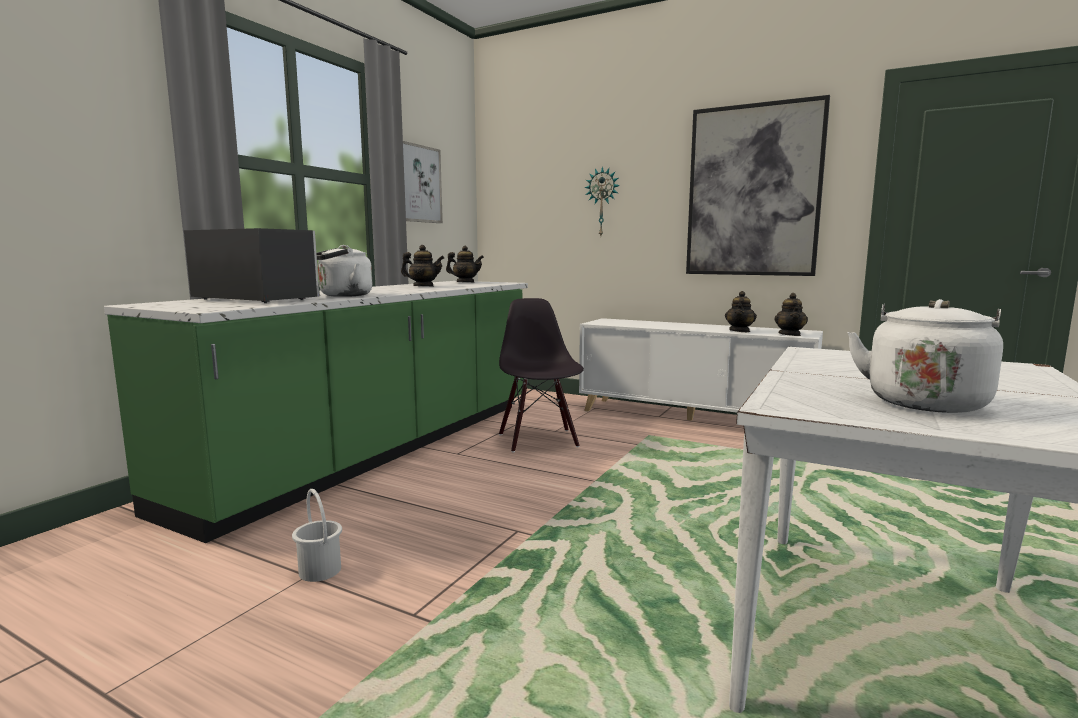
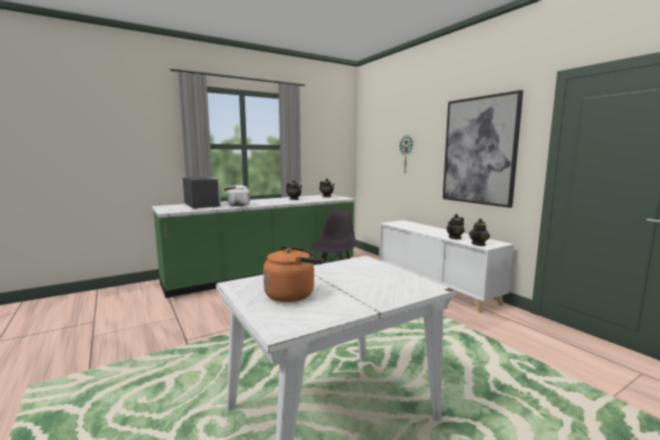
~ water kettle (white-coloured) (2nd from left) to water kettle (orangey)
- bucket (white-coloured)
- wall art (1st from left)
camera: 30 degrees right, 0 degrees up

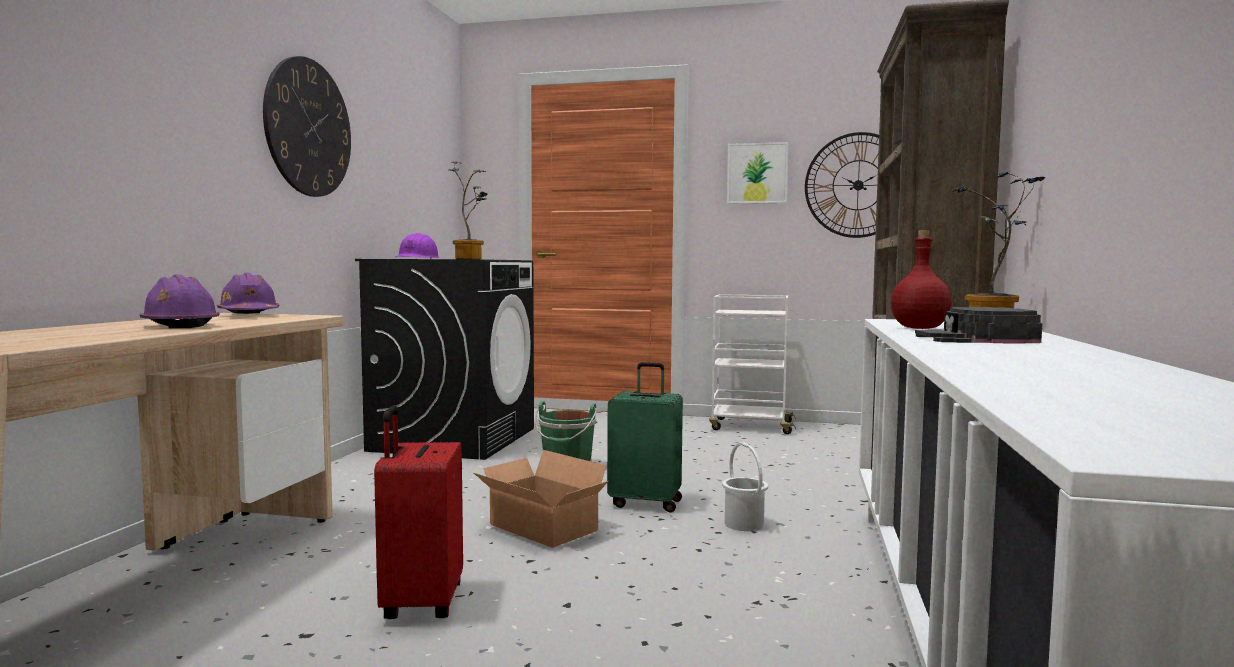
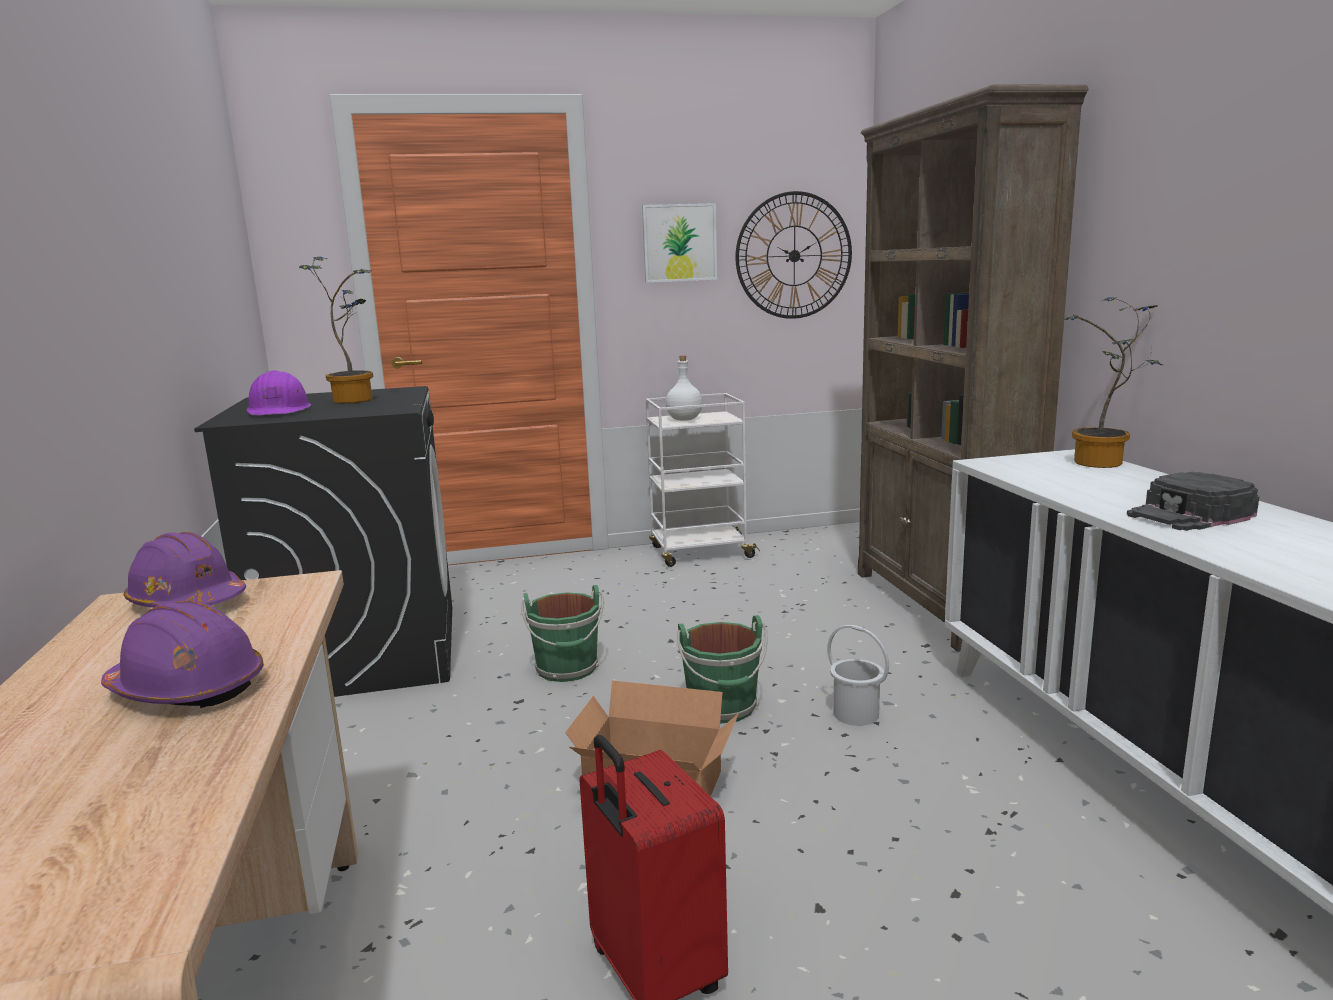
+ beverage bottle (white-coloured)
~ suitcase (greenish) to bucket (greenish) (2nd from left)
- wall clock (1st from left)
- beverage bottle (red)
camera: 25 degrees left, 10 degrees up

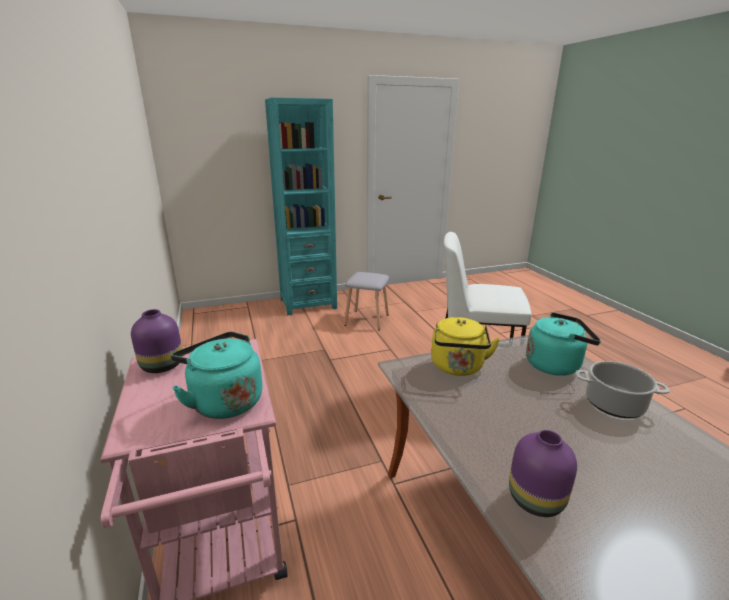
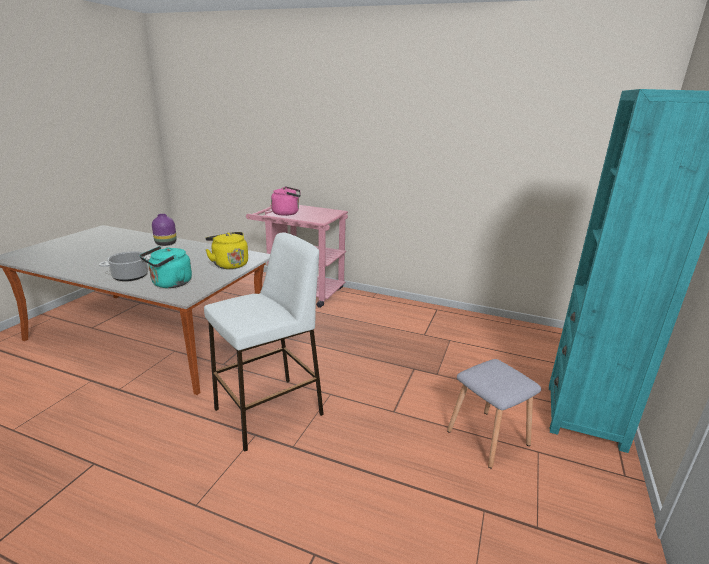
~ water kettle (turquoise) (1st from left) to water kettle (pinkish)
- flower vase (purple-coloured) (1st from left)
camera: 130 degrees right, 0 degrees up

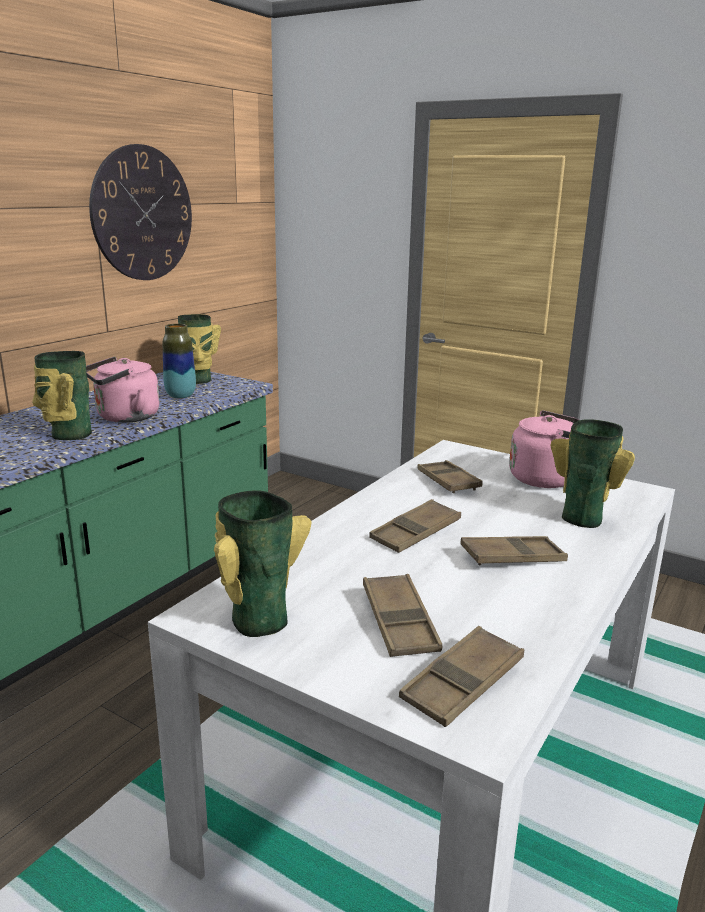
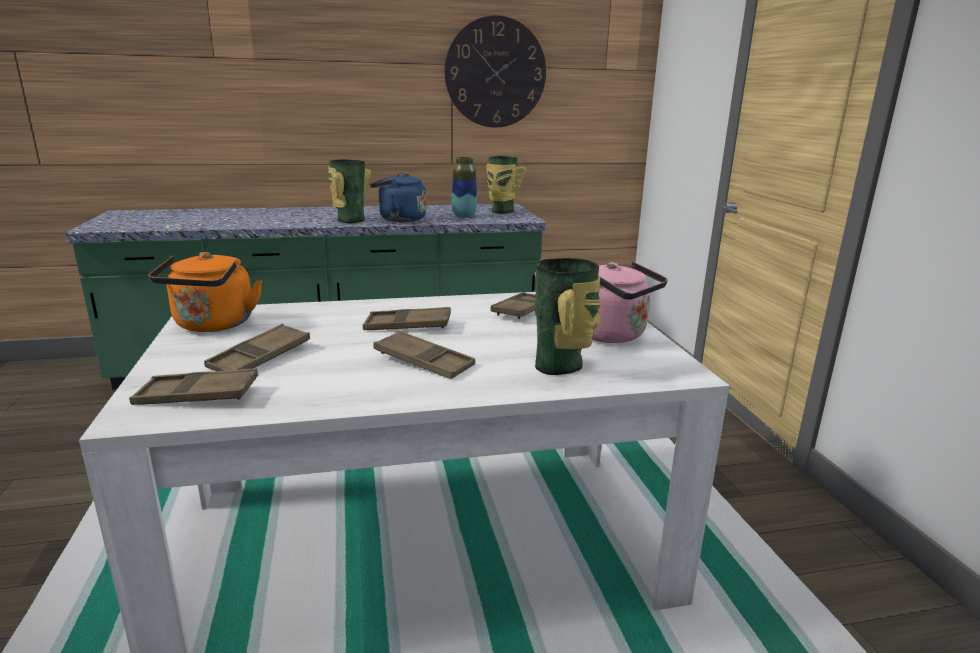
~ flower vase (4th from left) to water kettle (orangey)
~ water kettle (pinkish) (1st from left) to water kettle (bluish)
camera: 45 degrees right, 0 degrees up

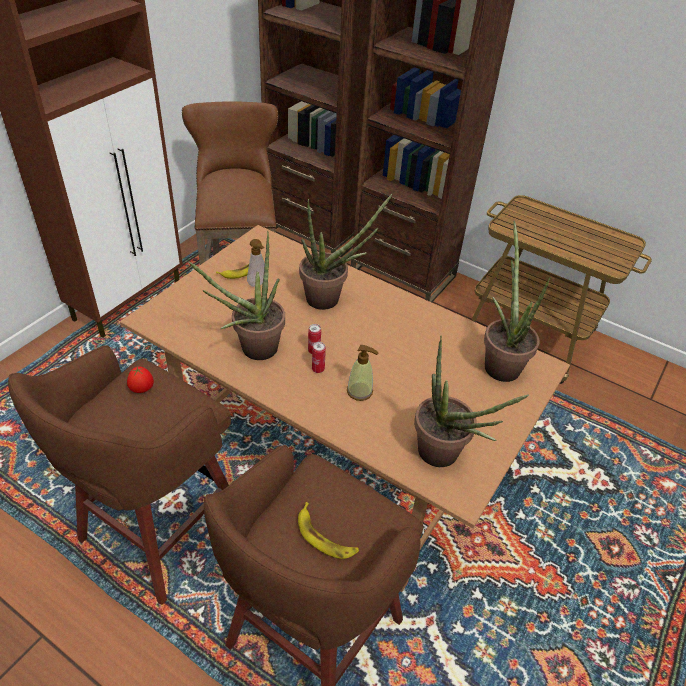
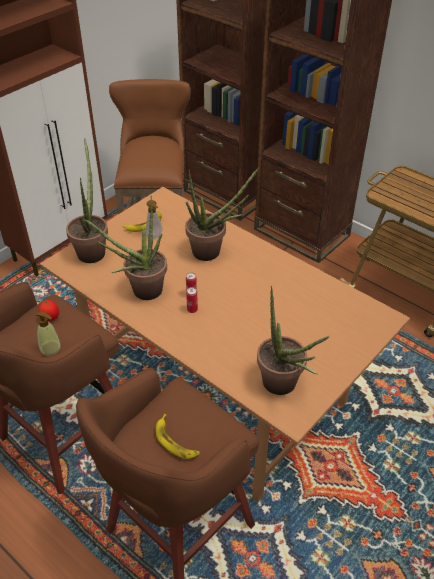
~ liquid soap bottle (2nd from left in the first image) to liquid soap bottle (1st from left)
~ plant in a pot (4th from left in the first image) to plant in a pot (1st from left)
camera: 10 degrees right, 0 degrees up

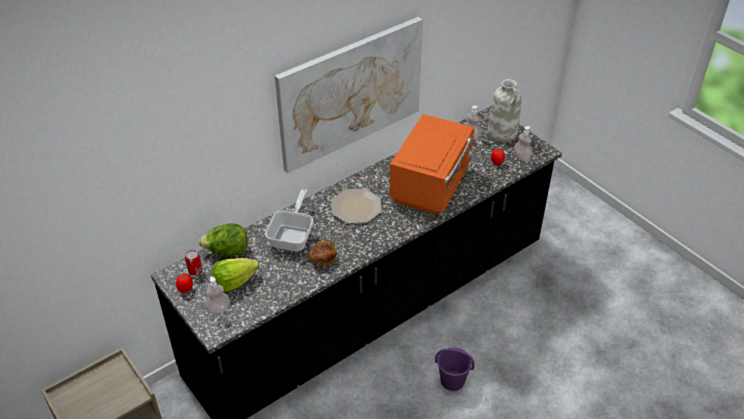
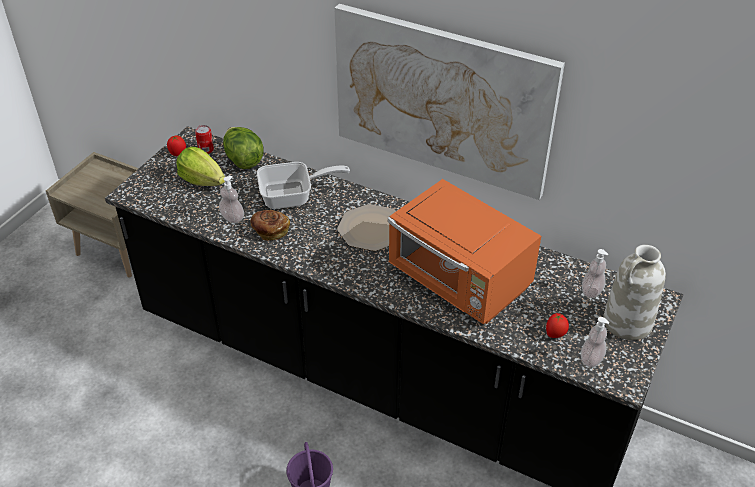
~ liquid soap bottle (1st from left)
~ microwave (orangey) 45 degrees clockwise
camera: 65 degrees right, 0 degrees up

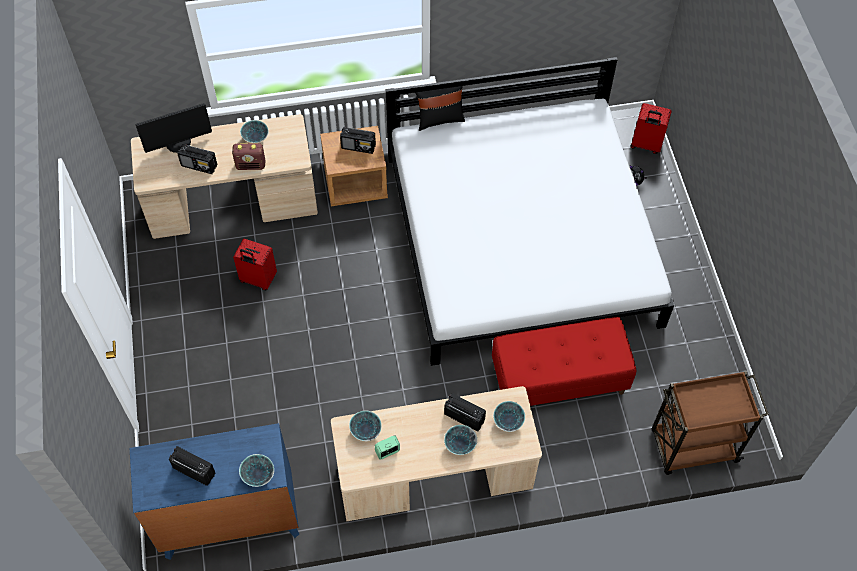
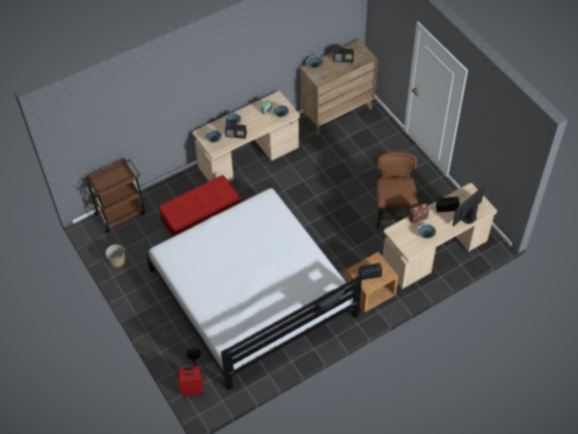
+ planter
~ chest of drawers (bluish) to chest of drawers (brownish)
~ suitcase (red) (1st from left) to sitting stool (brownish)
camera: 160 degrees right, 5 degrees down

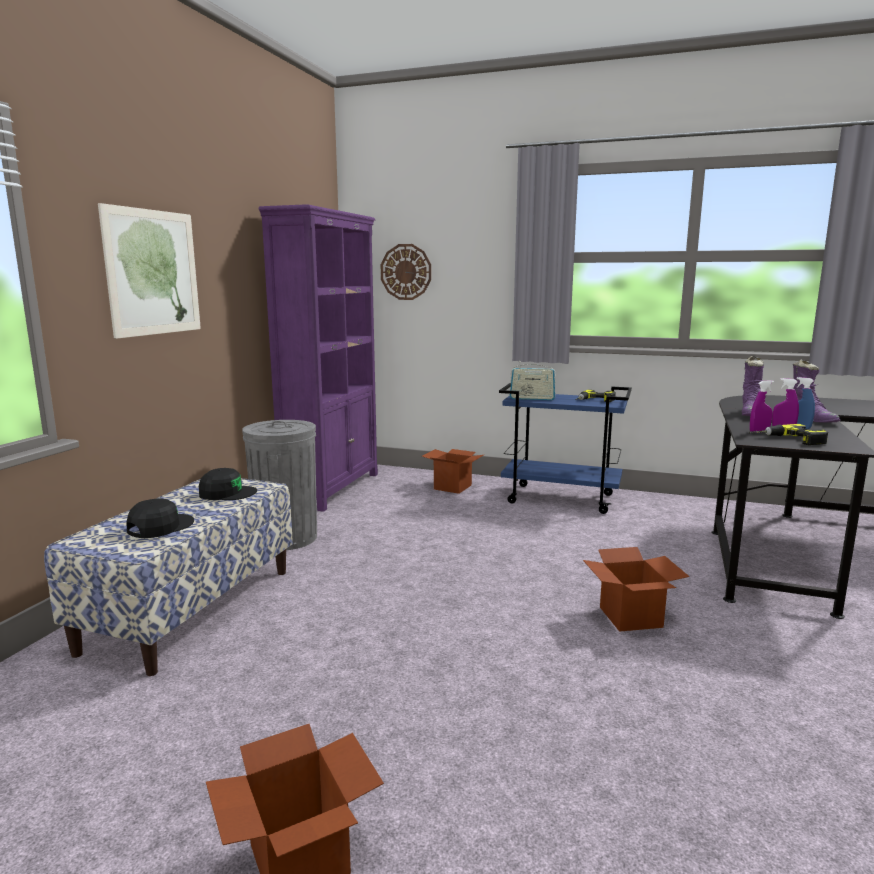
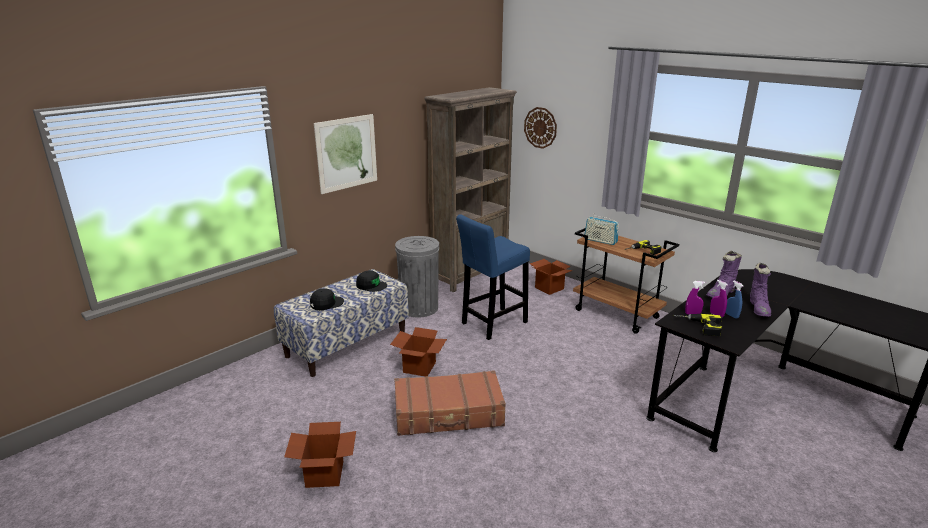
~ carton (3rd from left in the first image) to carton (2nd from left)
+ suitcase (brownish)
~ bookcase (purple-coloured) to bookcase (brownish)
+ sitting stool (bluish)
~ wheeled cart (bluish) to wheeled cart (brownish)
camera: 25 degrees right, 10 degrees up

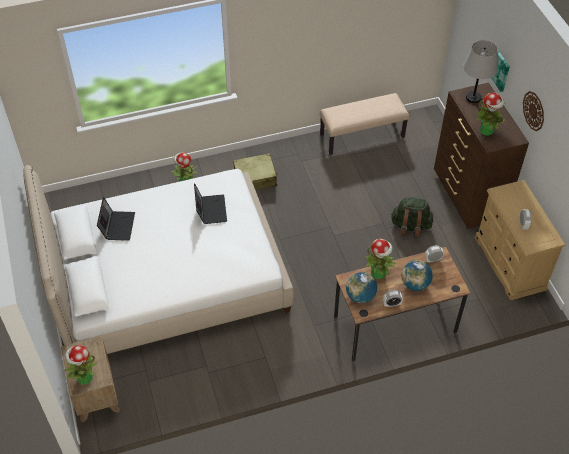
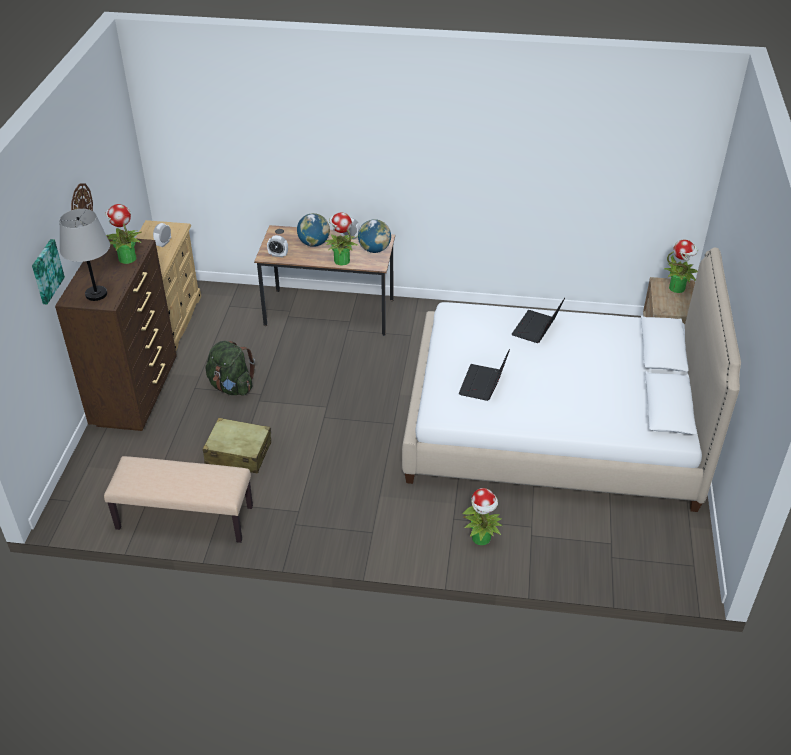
~ suitcase (beige)
~ notebook computer (1st from left in the first image) to notebook computer (2nd from left)
camera: 155 degrees left, 10 degrees down

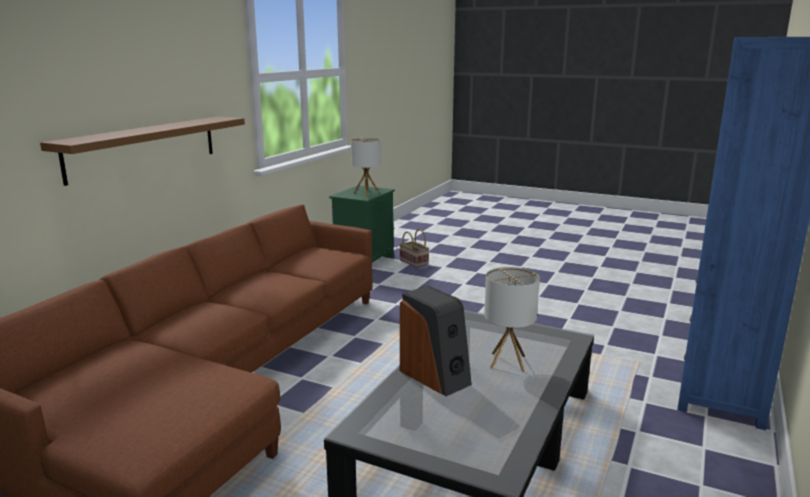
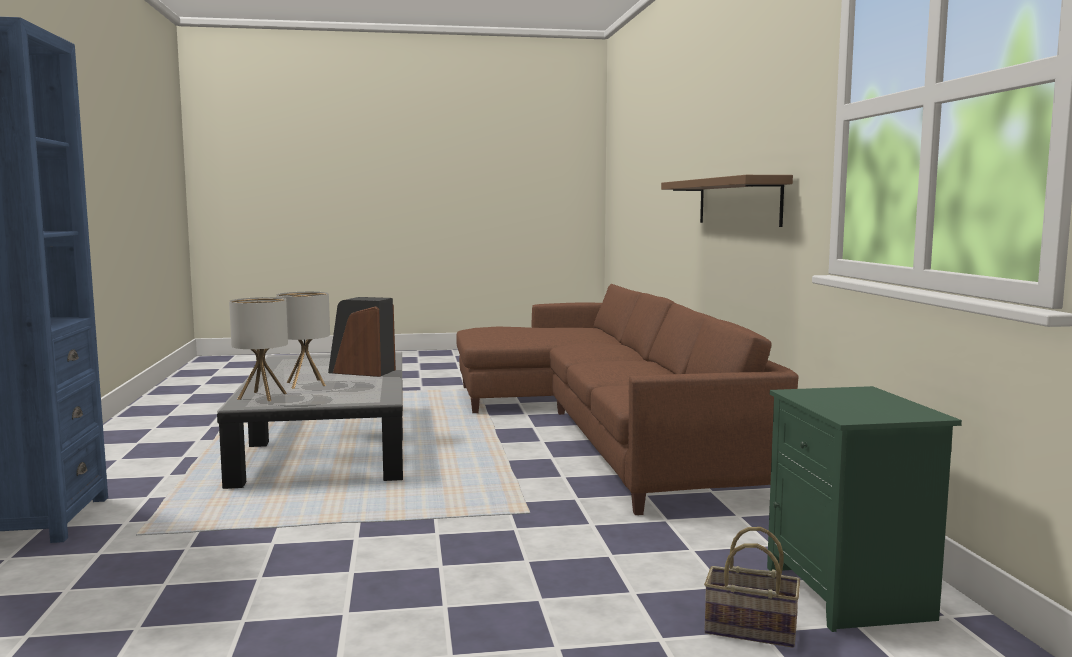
~ tabletop lamp (1st from left)
camera: 145 degrees right, 10 degrees down

